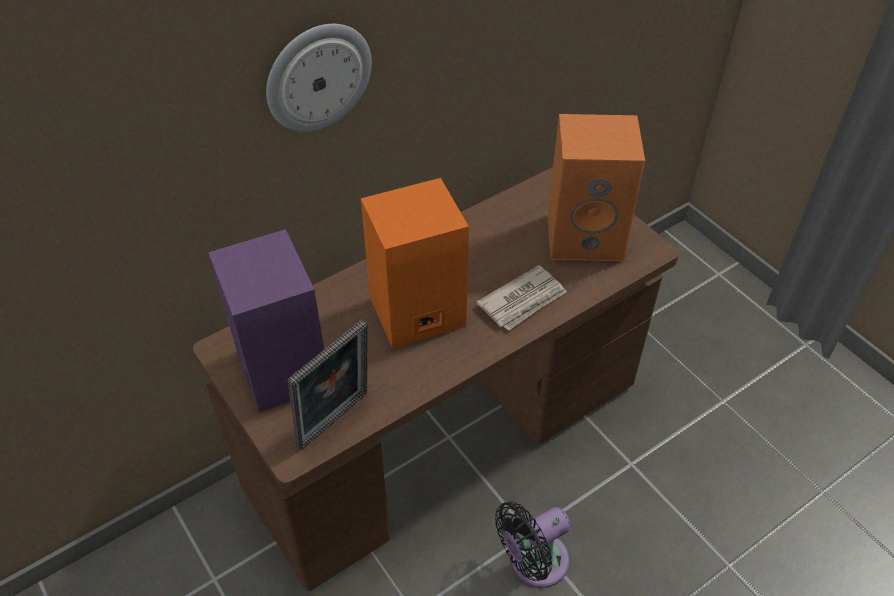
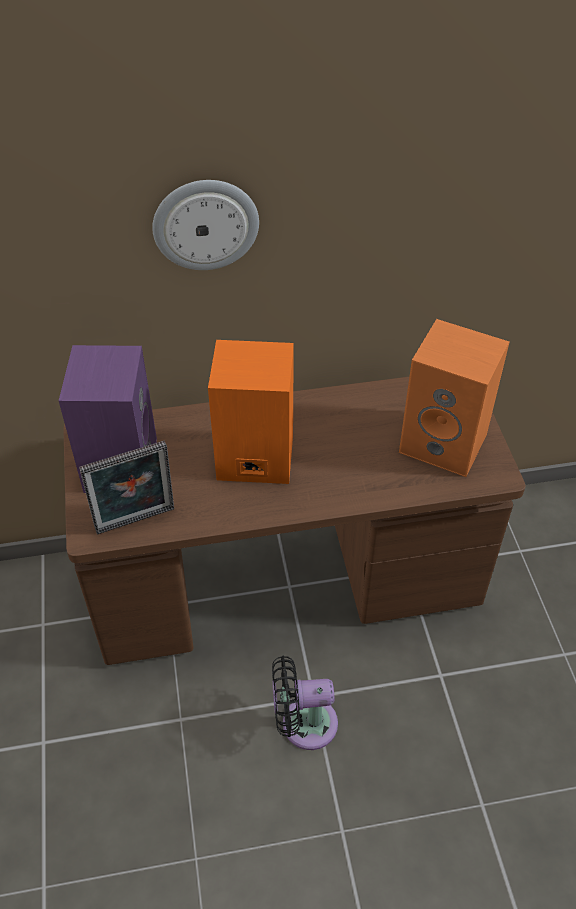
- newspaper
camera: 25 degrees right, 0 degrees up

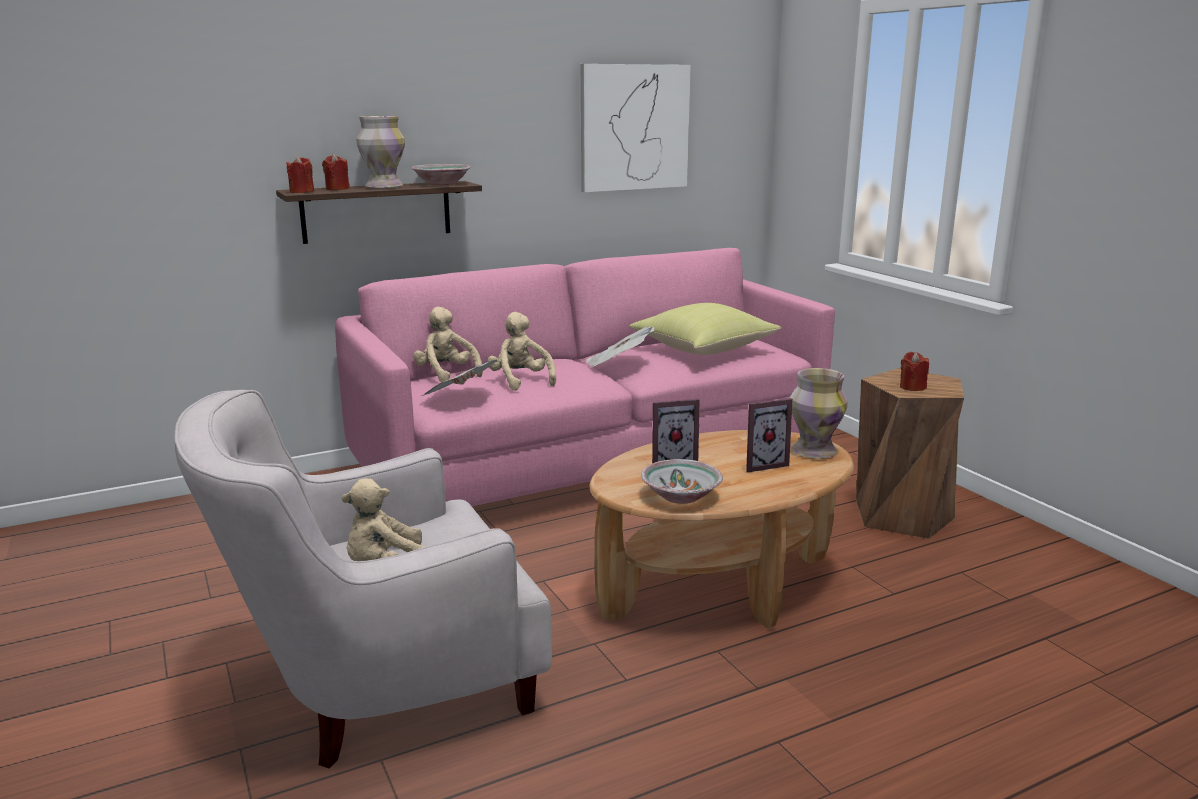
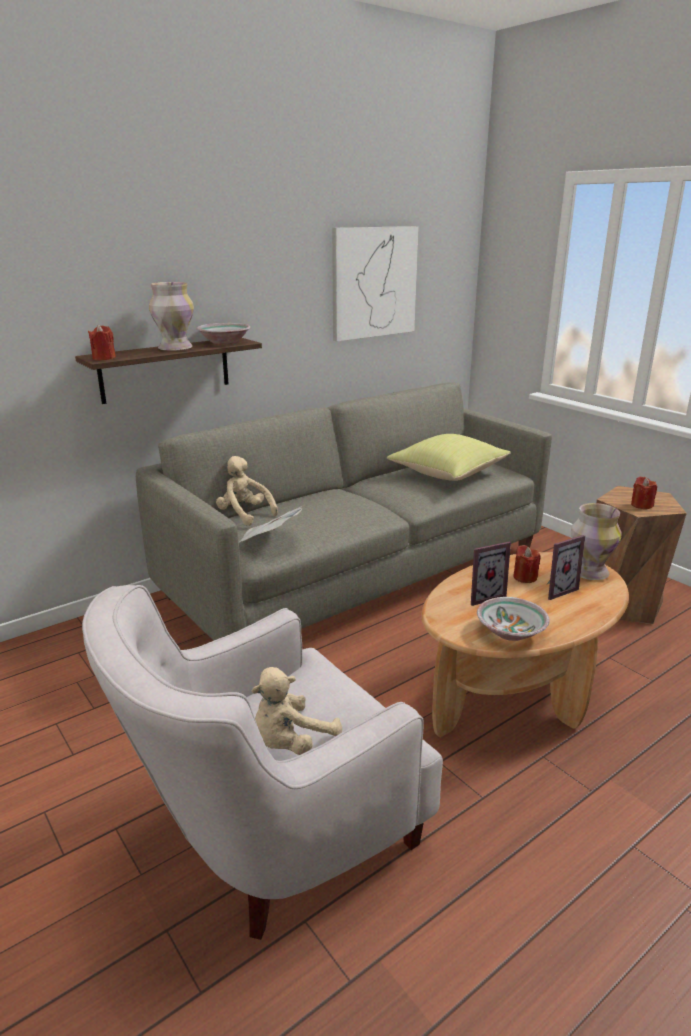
~ settee (pinkish) to settee (greyish)
~ wax light (red) (2nd from left)
- soft toy (beige) (3rd from left)
- newspaper (2nd from left)
camera: 10 degrees left, 5 degrees up

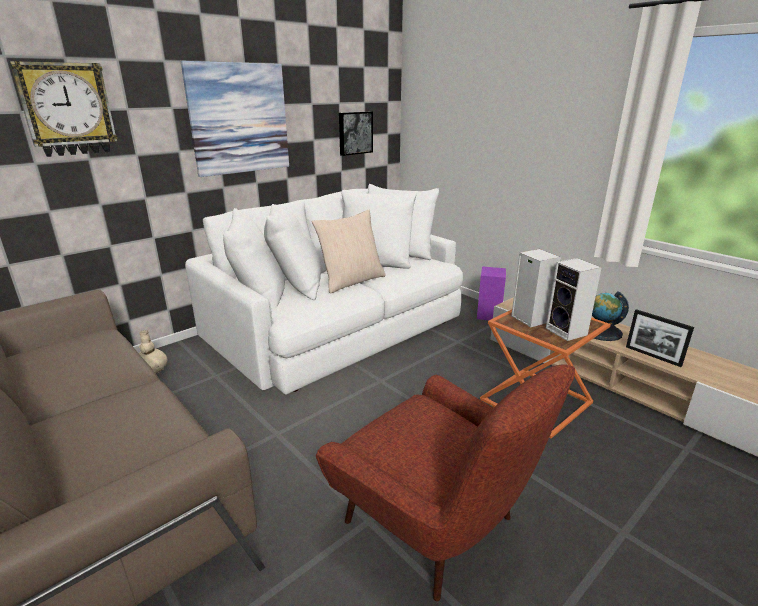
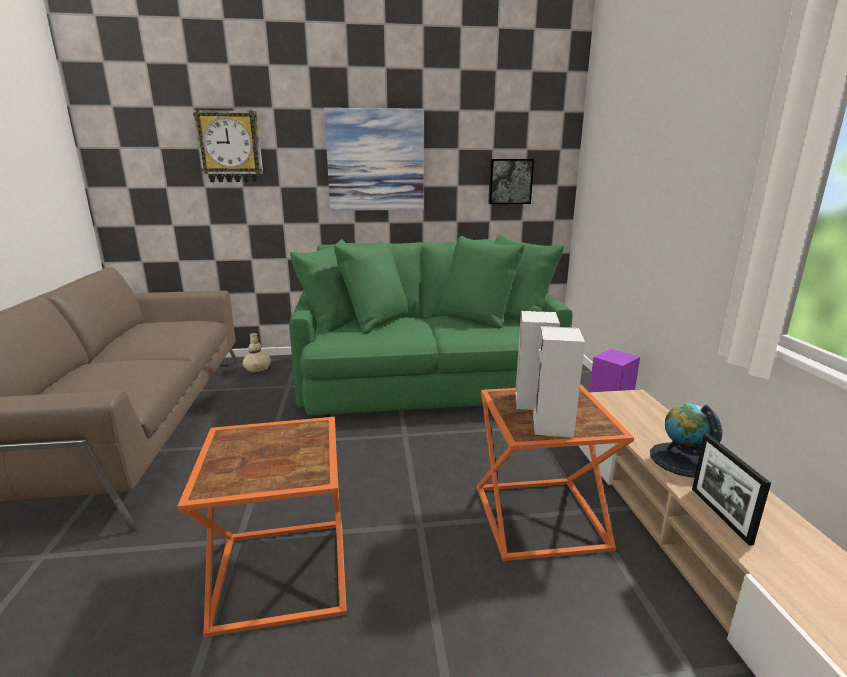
~ lounge chair (red) to end table (orangey) (1st from left)
~ settee (white-coloured) to settee (greenish)
- pillow (beige)
camera: 35 degrees right, 5 degrees down

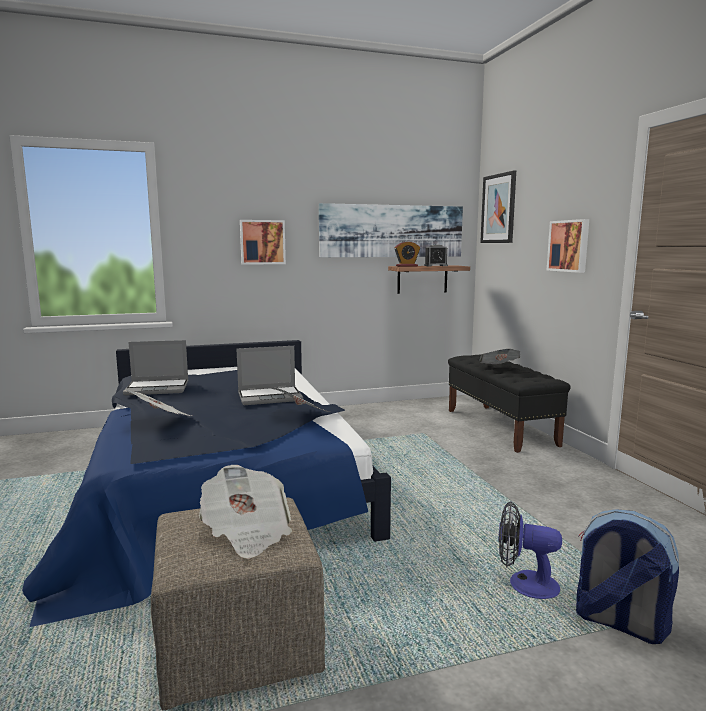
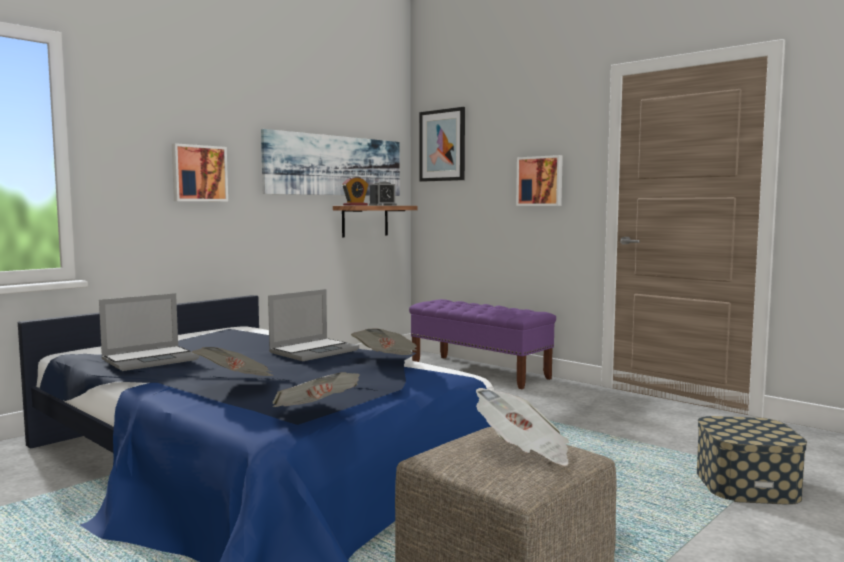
~ newspaper (4th from left in the first image) to newspaper (2nd from left)
~ indoor bench (blackish) to indoor bench (purple-coloured)
~ backpack to storage bin
- cooling fan
camera: 30 degrees left, 5 degrees down

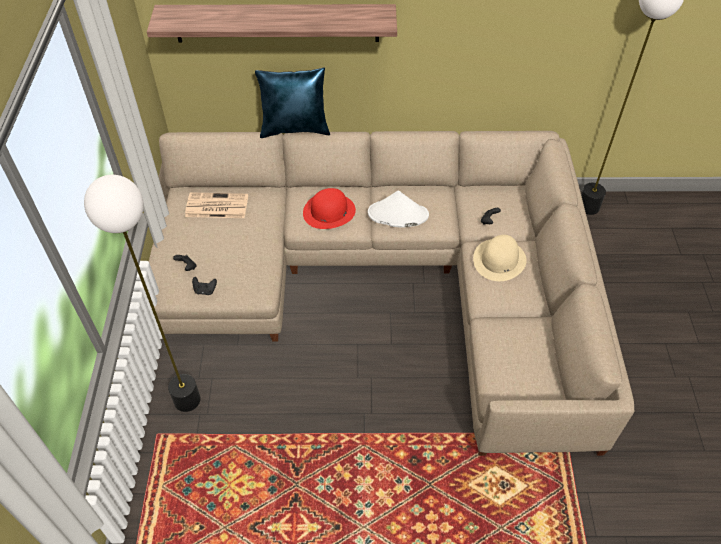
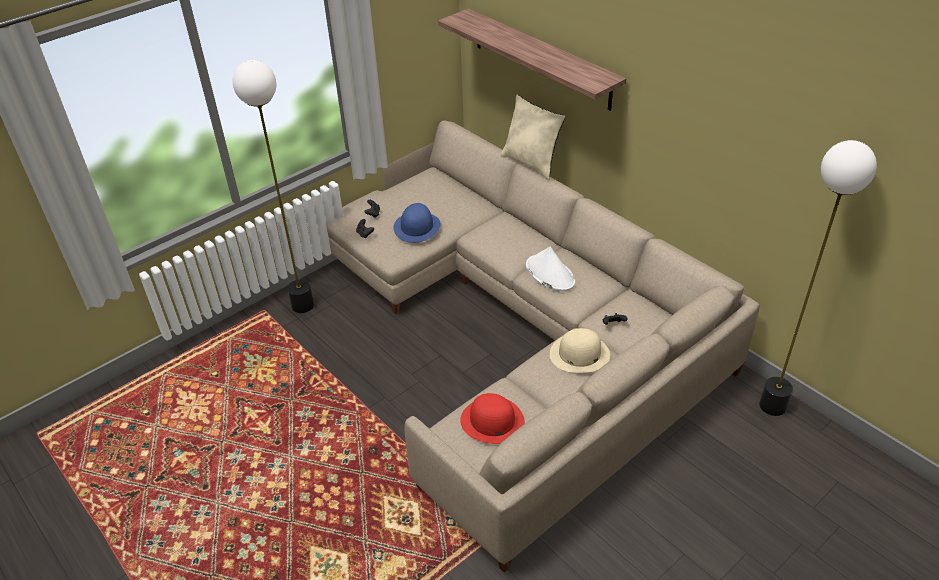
+ wearable hat (bluish)
~ wearable hat (red)
~ pillow (bluish) to pillow (beige)
- newspaper
camera: 50 degrees right, 10 degrees down

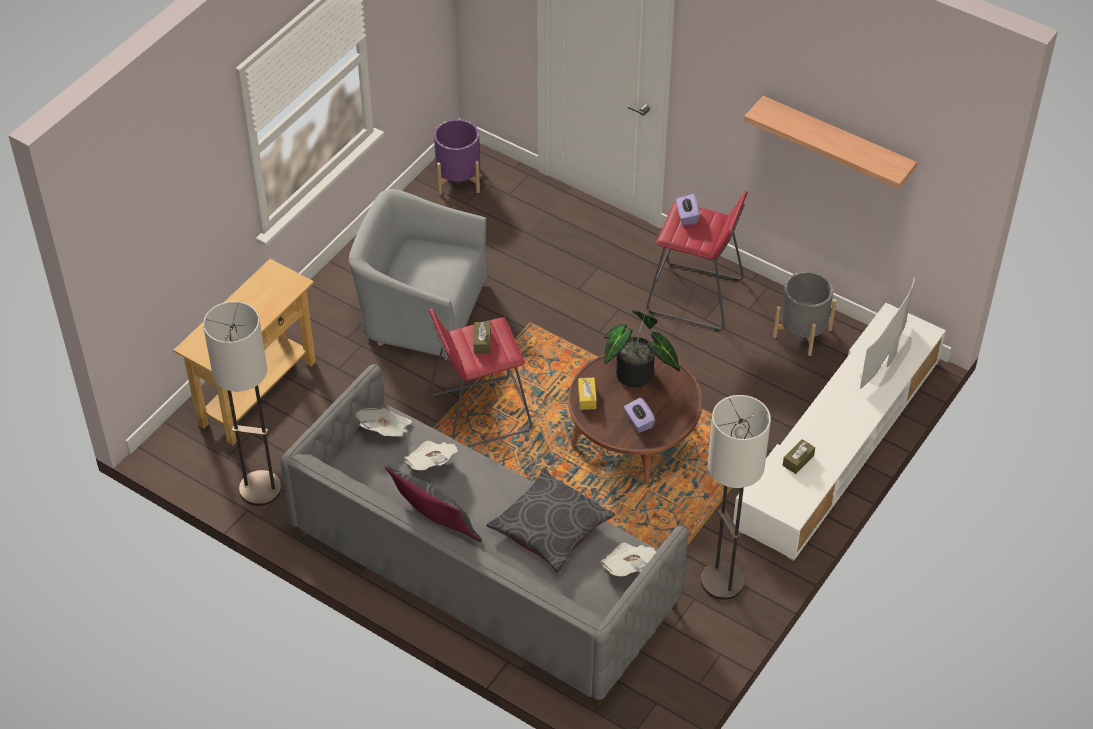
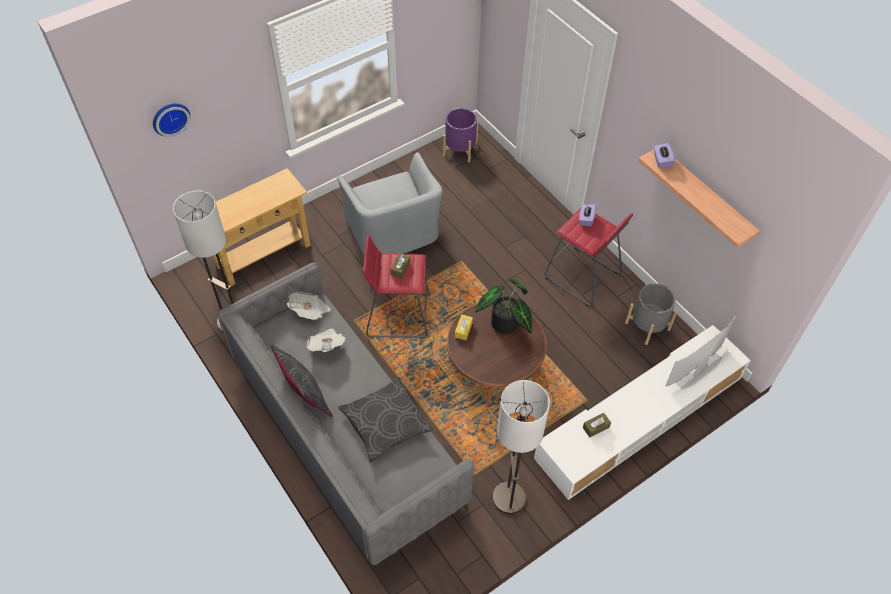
+ wall clock
~ lounge chair (greyish) 150 degrees counterclockwise
~ tissue box (purple-coloured) (1st from left in the first image) to tissue box (purple-coloured) (2nd from left)
- newspaper (3rd from left)
camera: 20 degrees right, 5 degrees up

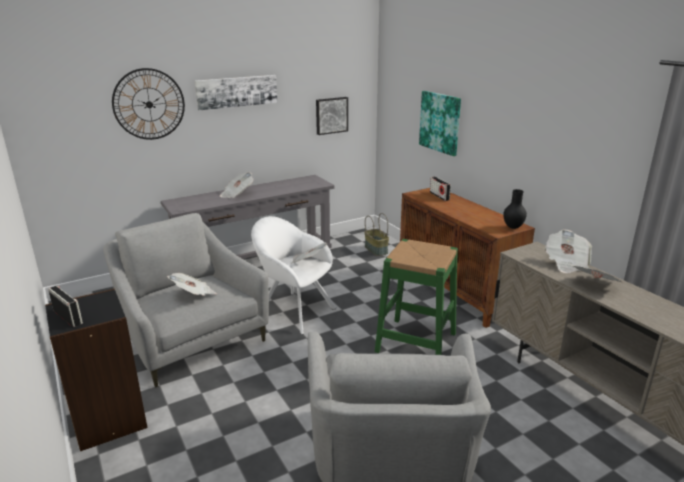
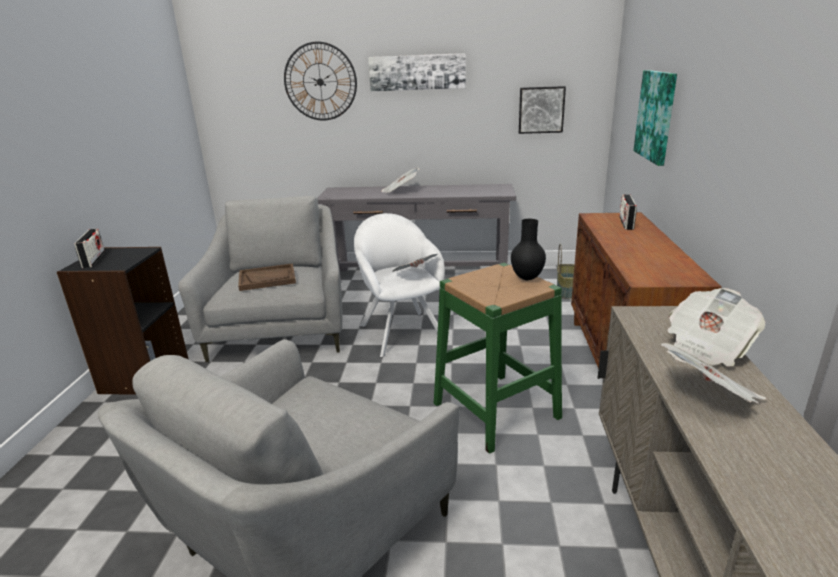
~ newspaper (1st from left) to carrying tray (brownish)
~ flower vase (blackish)
camera: 35 degrees right, 0 degrees up

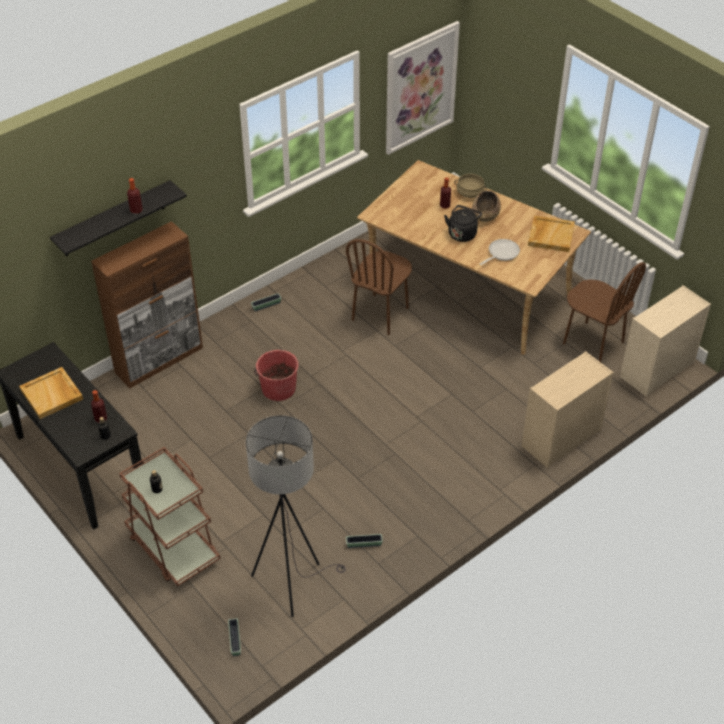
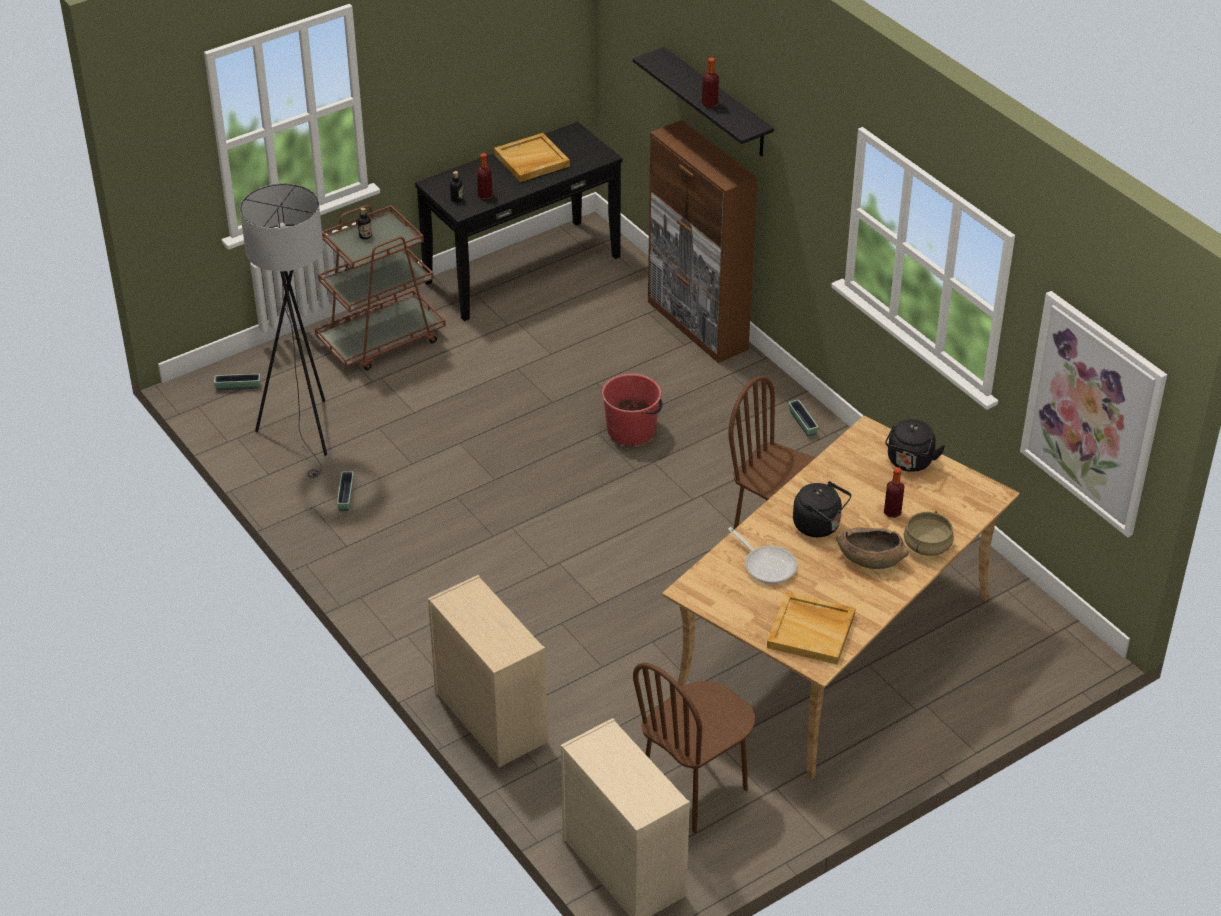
+ water kettle (blackish) (2nd from left)
camera: 95 degrees right, 5 degrees down

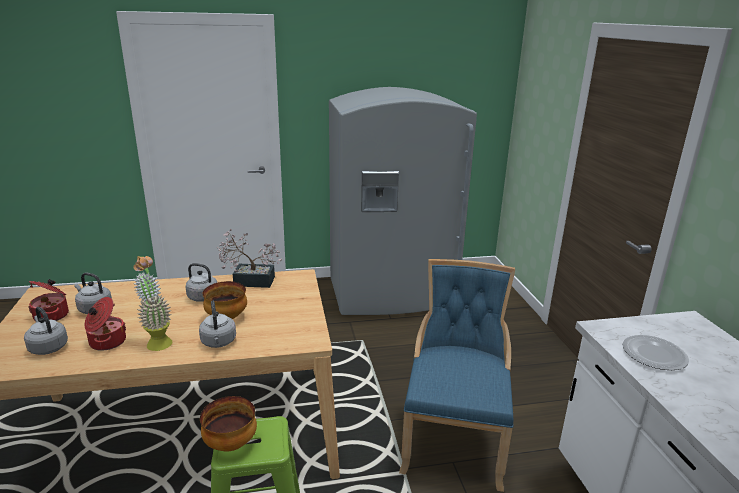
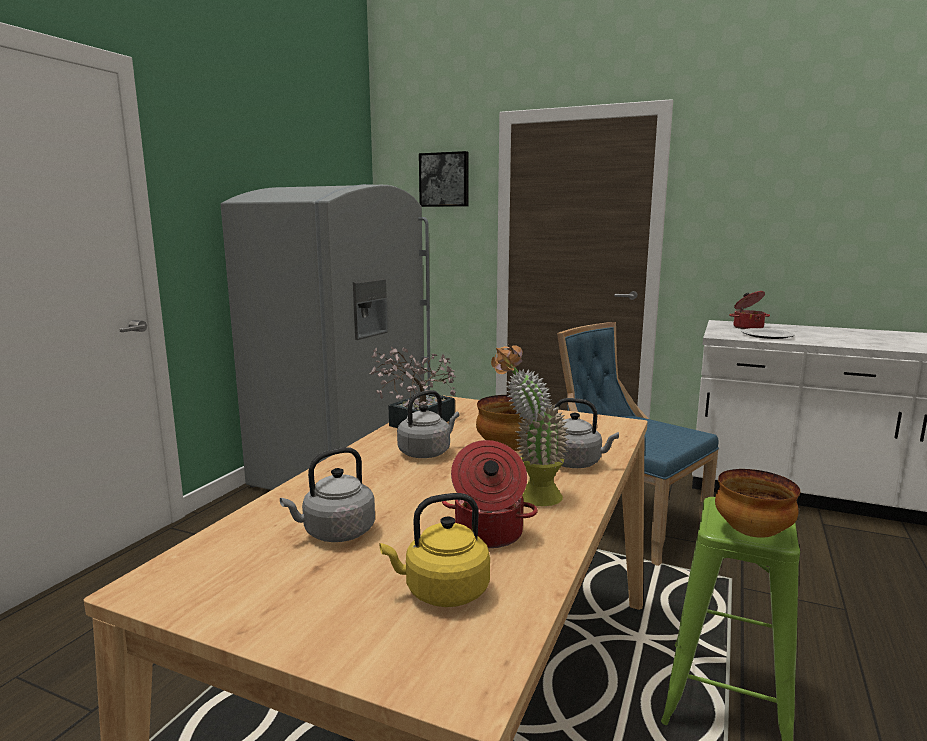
~ water kettle (greyish) (1st from left) to water kettle (yellow-coloured)
+ wall art
~ cooking pot (1st from left in the first image) to cooking pot (2nd from left)
camera: 55 degrees left, 10 degrees down

